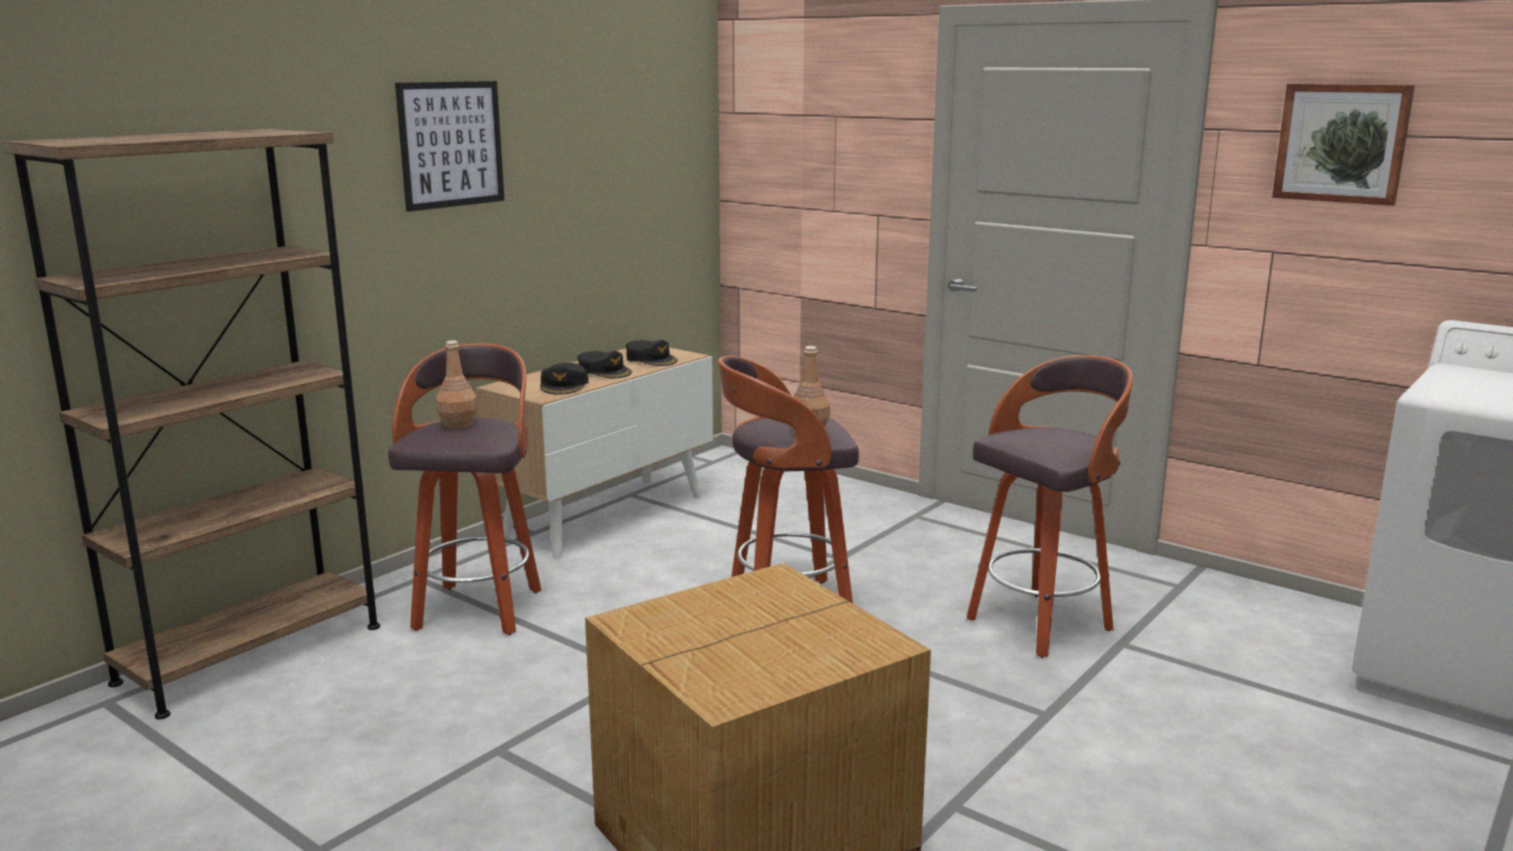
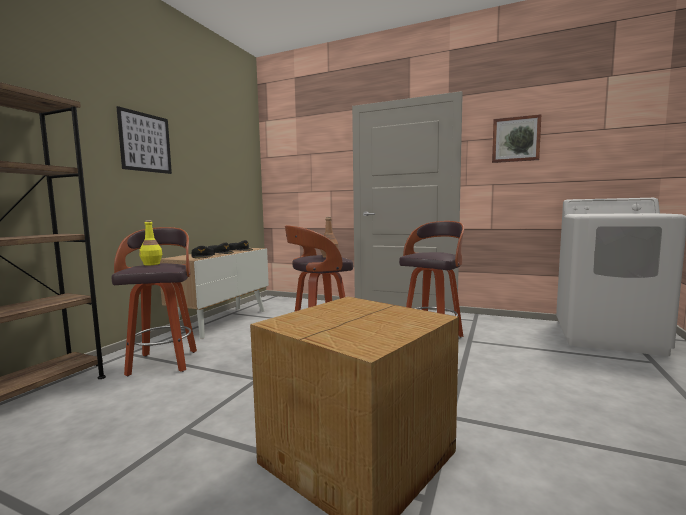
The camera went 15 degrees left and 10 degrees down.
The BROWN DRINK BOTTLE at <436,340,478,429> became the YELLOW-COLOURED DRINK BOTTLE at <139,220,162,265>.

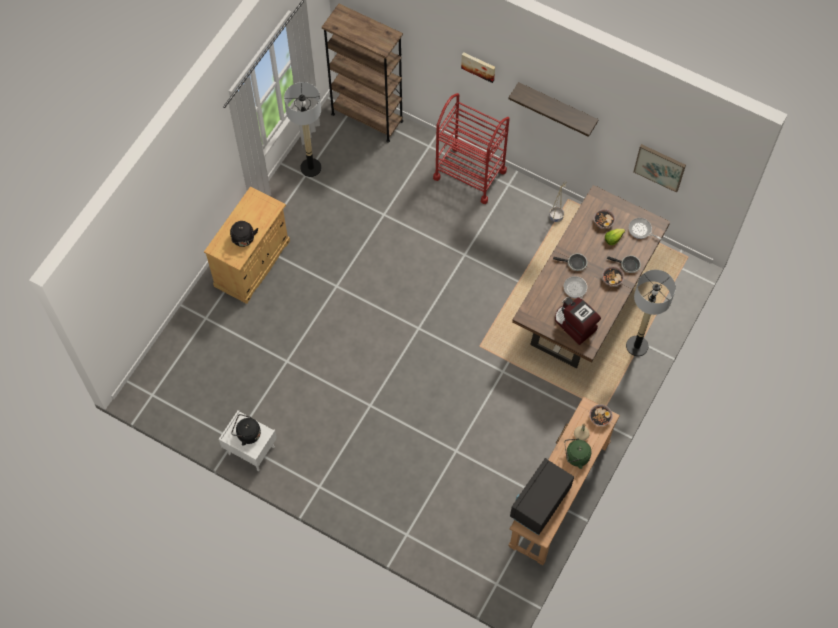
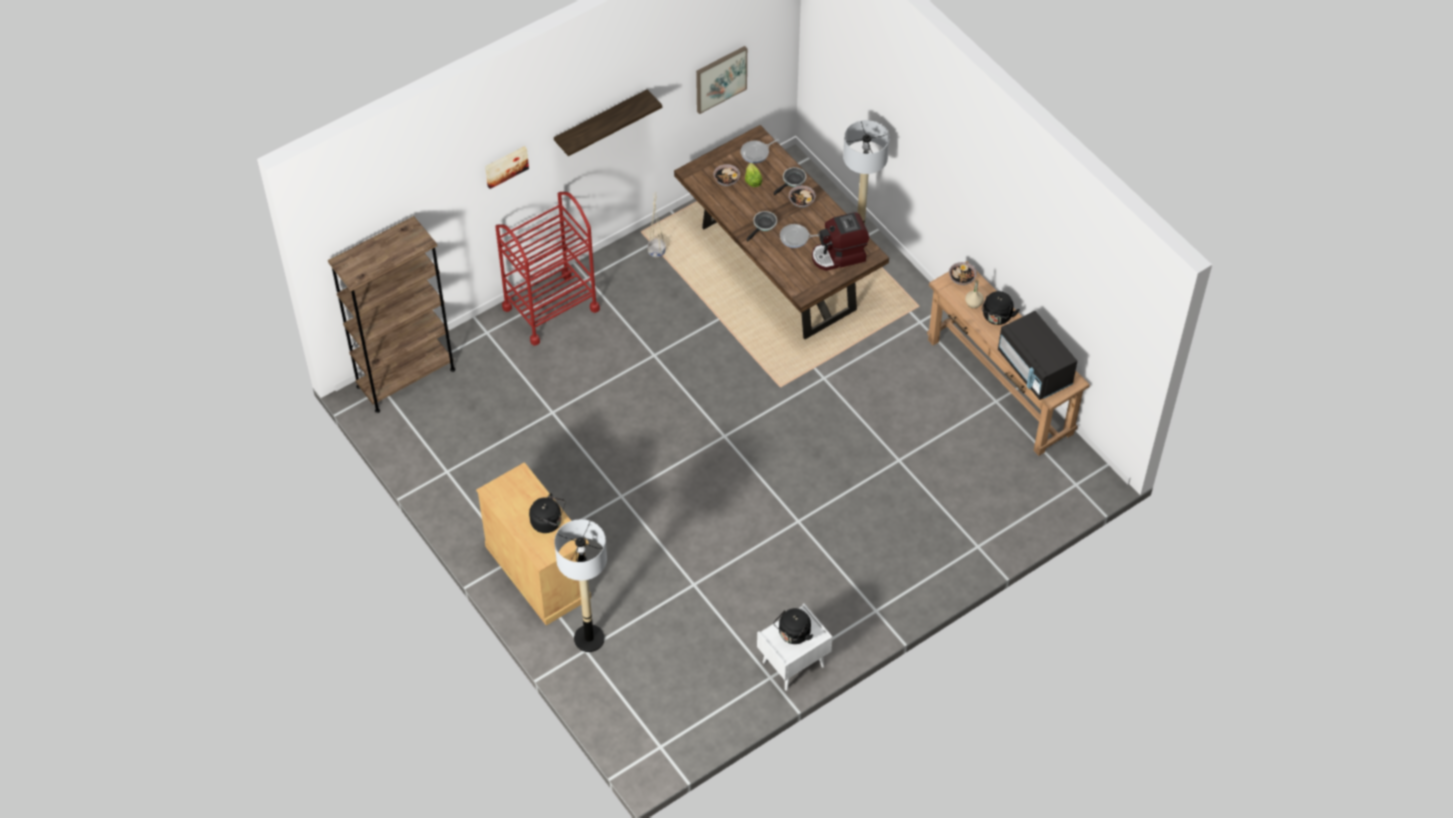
The camera went 65 degrees left and 10 degrees down.
The FLOOR LAMP moved from <284,82,321,177> to <554,519,607,652>.
The GREEN-COLOURED TEA KETTLE at <565,438,591,469> became the BLACKISH TEA KETTLE at <982,291,1020,325>.

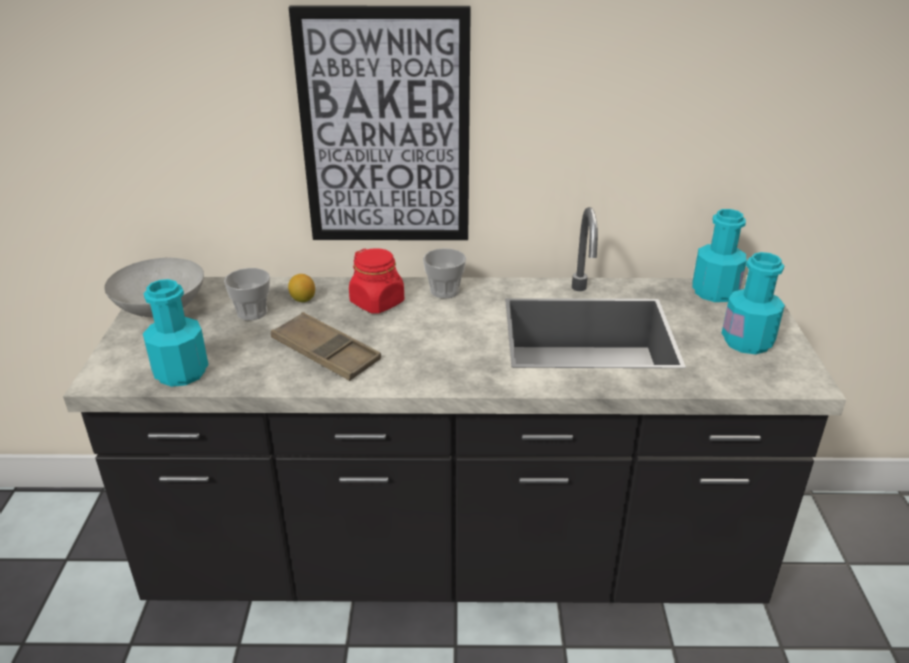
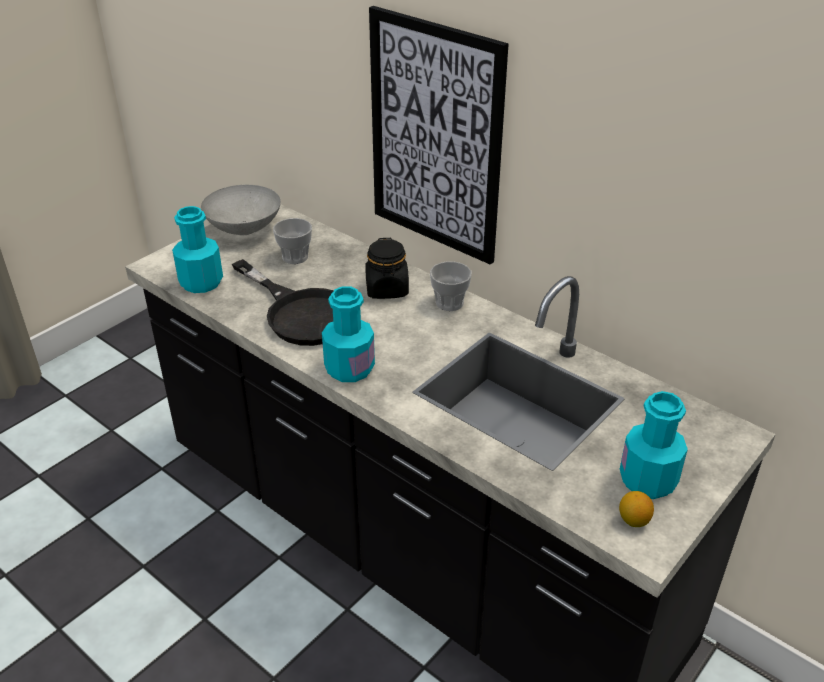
The camera went 40 degrees right and 5 degrees up.
The CITRUS FRUIT moved from <288,274,315,302> to <619,491,654,527>.
The TURQUOISE-COLOURED DRINK BOTTLE moved from <692,209,747,302> to <322,286,375,382>.
The BROWN CARRYING TRAY at <271,312,381,381> was replaced by the BLACKISH PAN at <232,259,334,346>.
The RED PRESERVE JAR at <349,248,404,314> became the BLACKISH PRESERVE JAR at <365,238,409,299>.

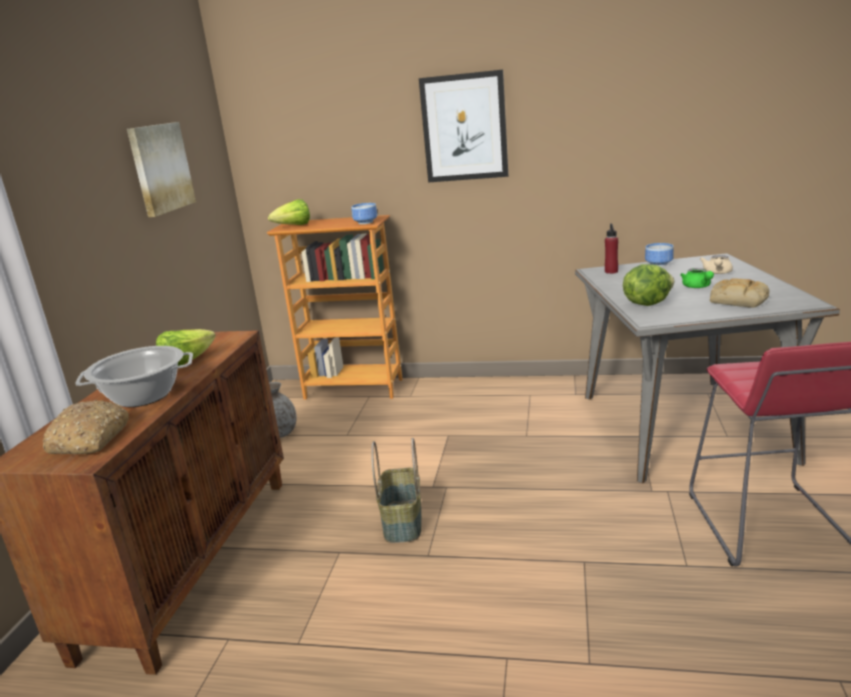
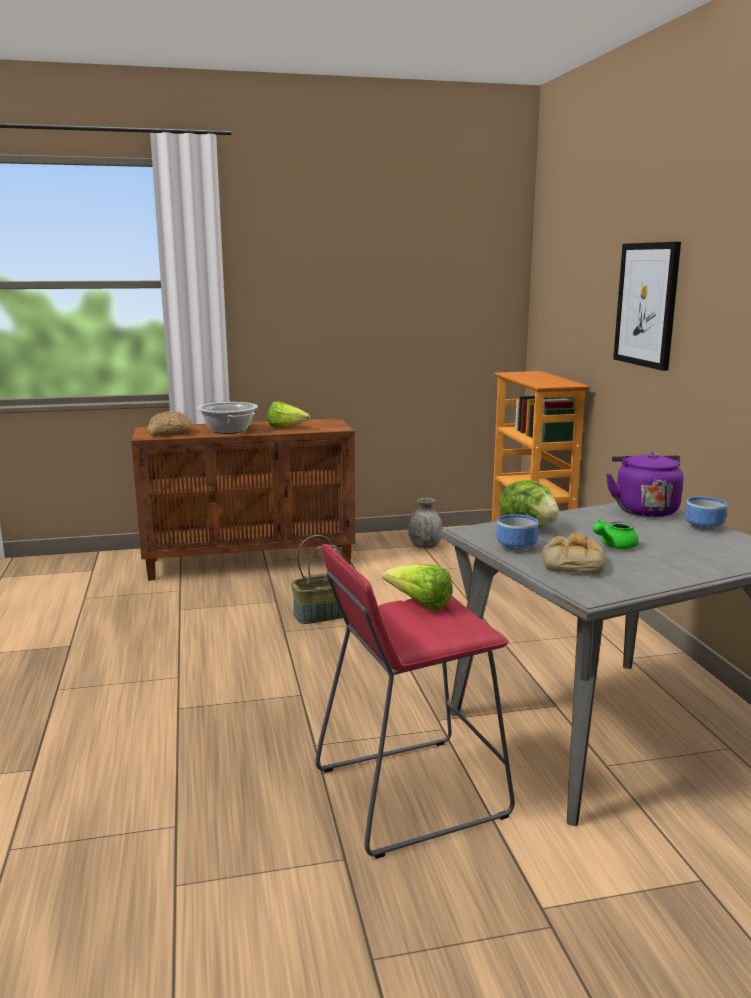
The camera went 65 degrees right and 5 degrees down.
The PICTURE at <127,122,196,217> disappeared.
The BEIGE-COLOURED TEA POT at <700,255,733,274> disappeared.
The LETTUCE HEAD moved from <268,199,310,225> to <383,564,453,611>.
The DEEP DISH moved from <351,203,377,224> to <496,514,538,552>.
The RED DRINK BOTTLE at <605,223,618,274> was replaced by the PURPLE TEA KETTLE at <606,452,683,517>.

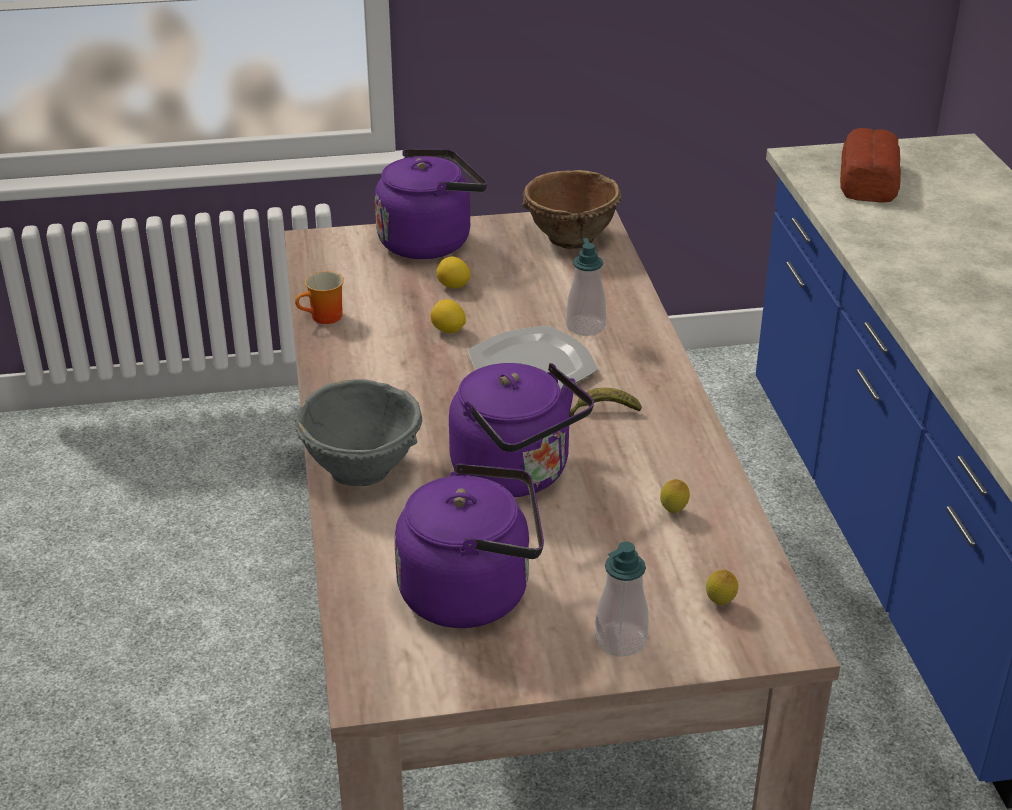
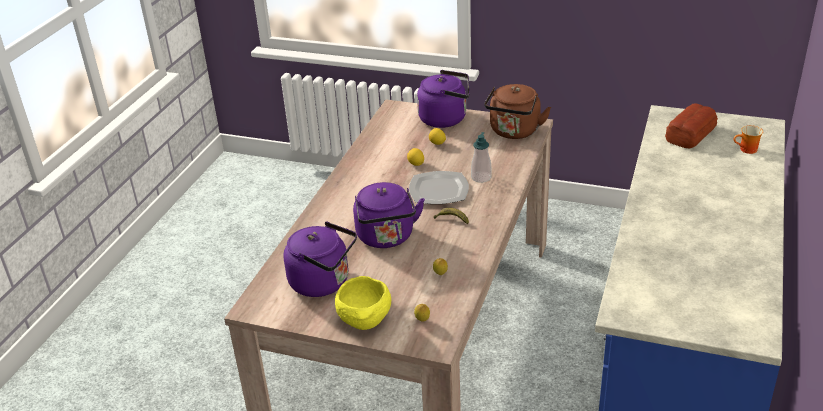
The camera went 30 degrees right and 0 degrees up.
The GRAY DEEP DISH at <295,379,422,486> disappeared.
The TEA MUG moved from <295,271,344,324> to <733,125,763,154>.
The BROWN DEEP DISH at <522,170,622,249> was replaced by the BROWN TEA KETTLE at <484,84,551,139>.
The SOAP DISPENSER at <595,542,648,657> was replaced by the YELLOW-COLOURED DEEP DISH at <335,276,391,330>.

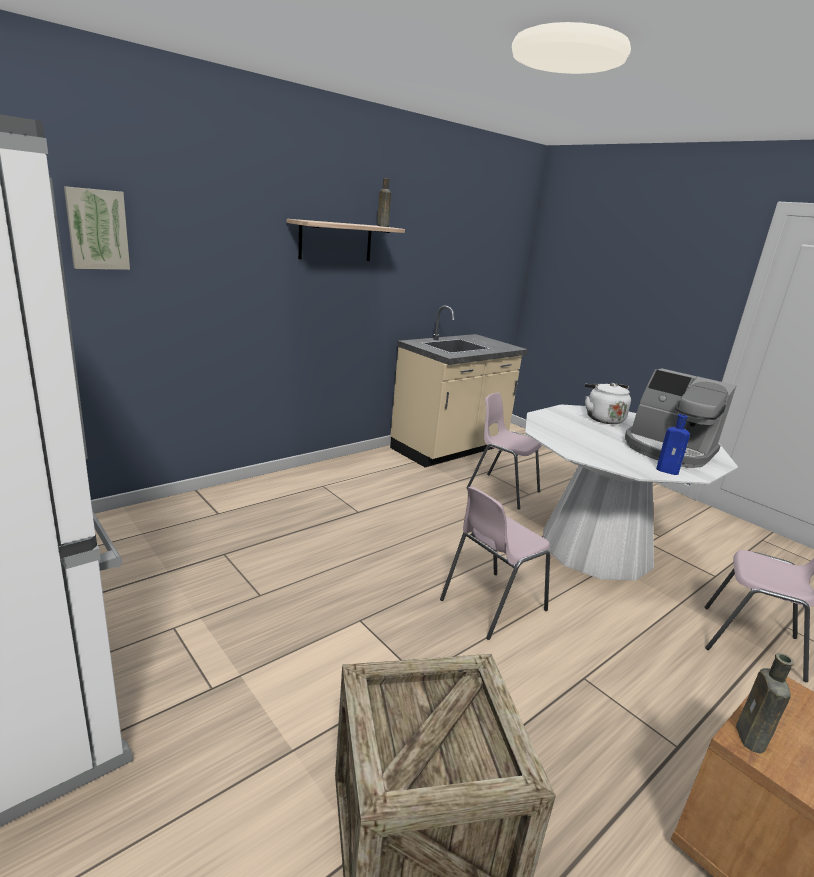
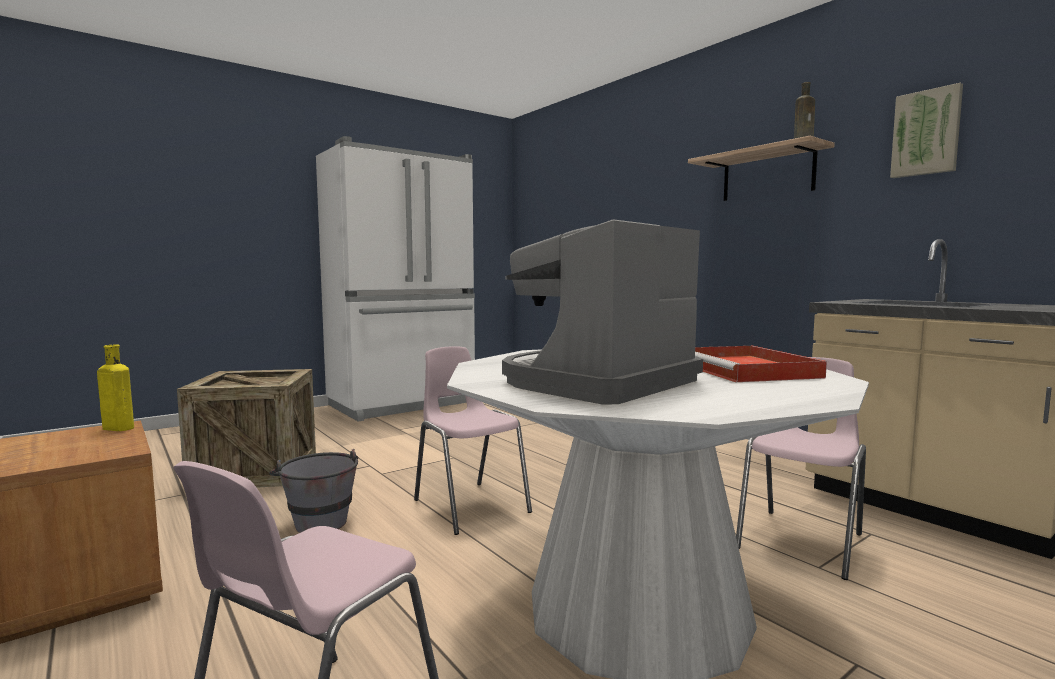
The camera went 95 degrees right and 15 degrees down.
The BLUE-COLOURED DRINK BOTTLE at <656,414,690,475> disappeared.
The GRAY PAIL at <269,449,358,533> appeared.
The PICTURE moved from <64,186,130,270> to <890,83,963,178>.
The WHITISH TEA KETTLE at <585,383,631,424> was replaced by the RED CARRYING TRAY at <695,346,827,382>.
The BROWN DRINK BOTTLE at <736,653,794,754> became the YELLOW-COLOURED DRINK BOTTLE at <97,344,134,431>.

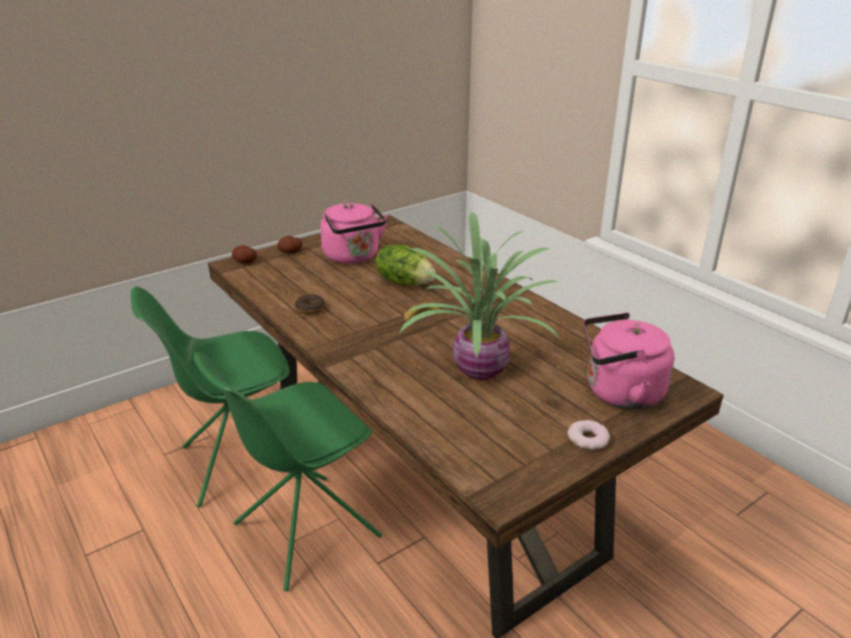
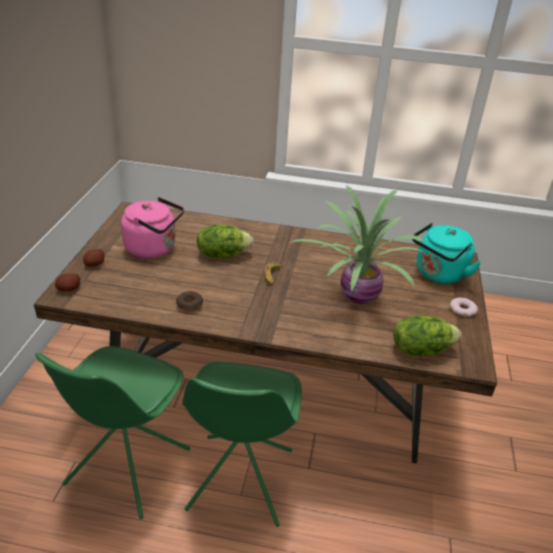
The camera went 45 degrees left and 5 degrees up.
The LETTUCE HEAD at <394,315,461,356> appeared.
The PINKISH TEA KETTLE at <583,313,674,409> became the TURQUOISE-COLOURED TEA KETTLE at <412,223,482,284>.

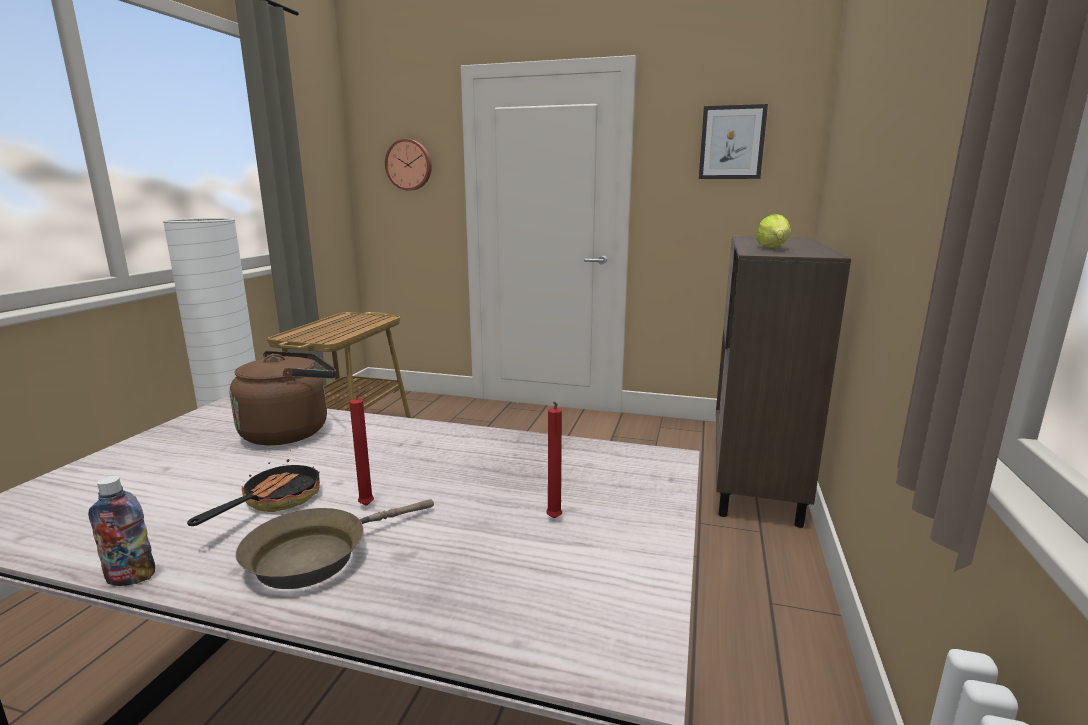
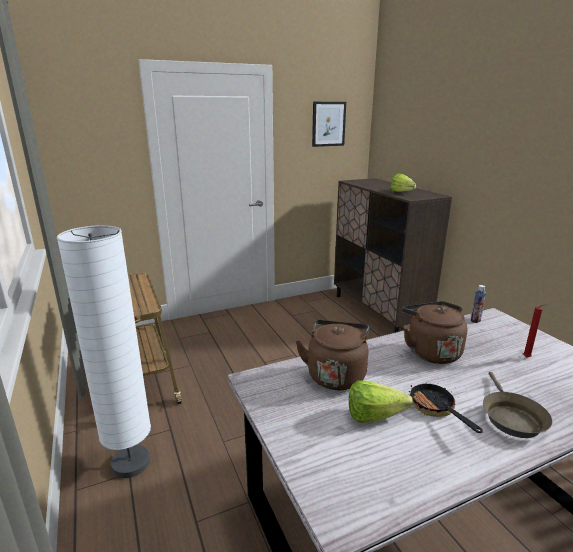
The camera went 40 degrees left and 5 degrees up.
The RED WAX LIGHT at <349,390,374,506> disappeared.
The HANGING CLOCK at <385,139,432,191> disappeared.
The LETTUCE HEAD at <349,381,413,423> appeared.
The BROWN TEA KETTLE at <402,301,468,364> appeared.
The DRINK BOTTLE moved from <88,476,155,586> to <471,285,486,323>.

